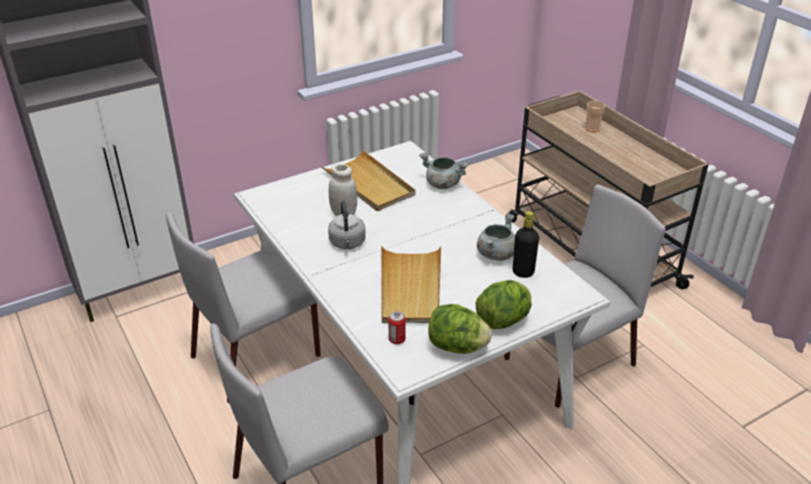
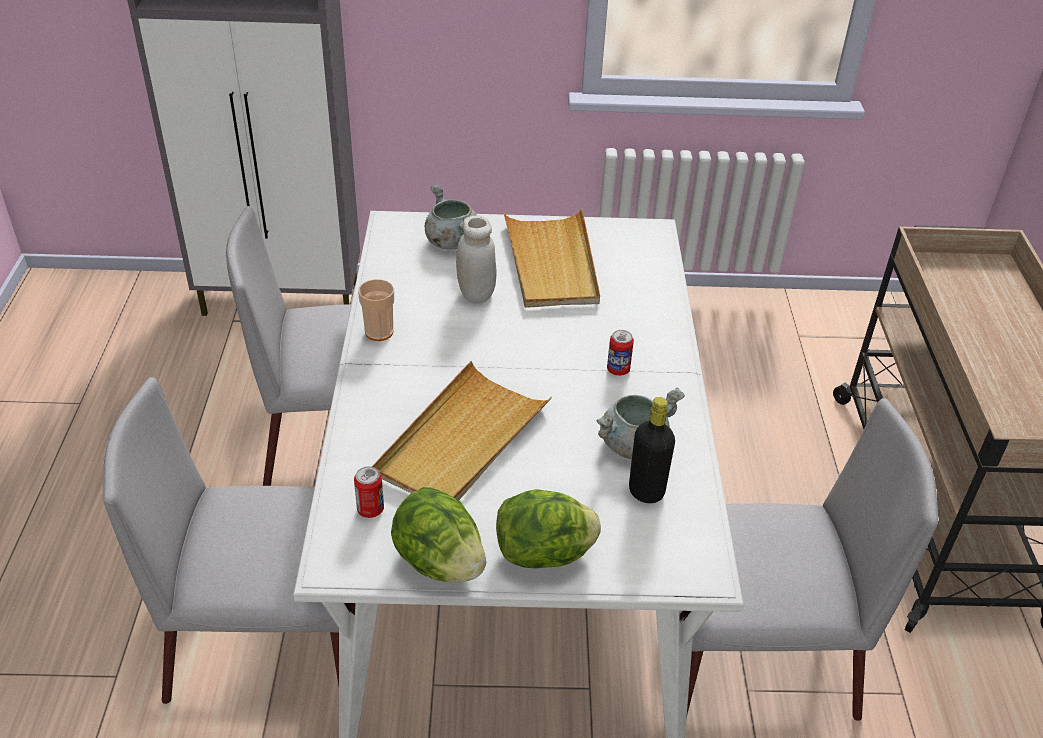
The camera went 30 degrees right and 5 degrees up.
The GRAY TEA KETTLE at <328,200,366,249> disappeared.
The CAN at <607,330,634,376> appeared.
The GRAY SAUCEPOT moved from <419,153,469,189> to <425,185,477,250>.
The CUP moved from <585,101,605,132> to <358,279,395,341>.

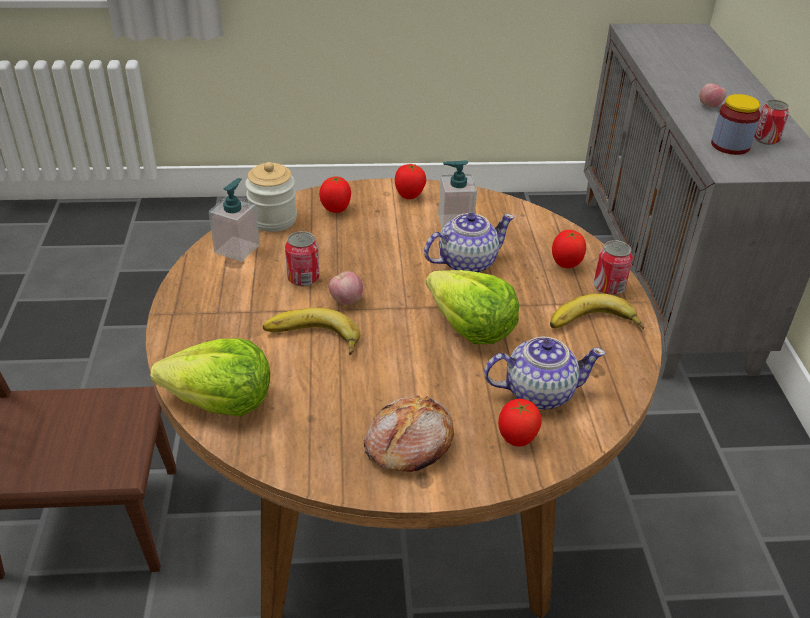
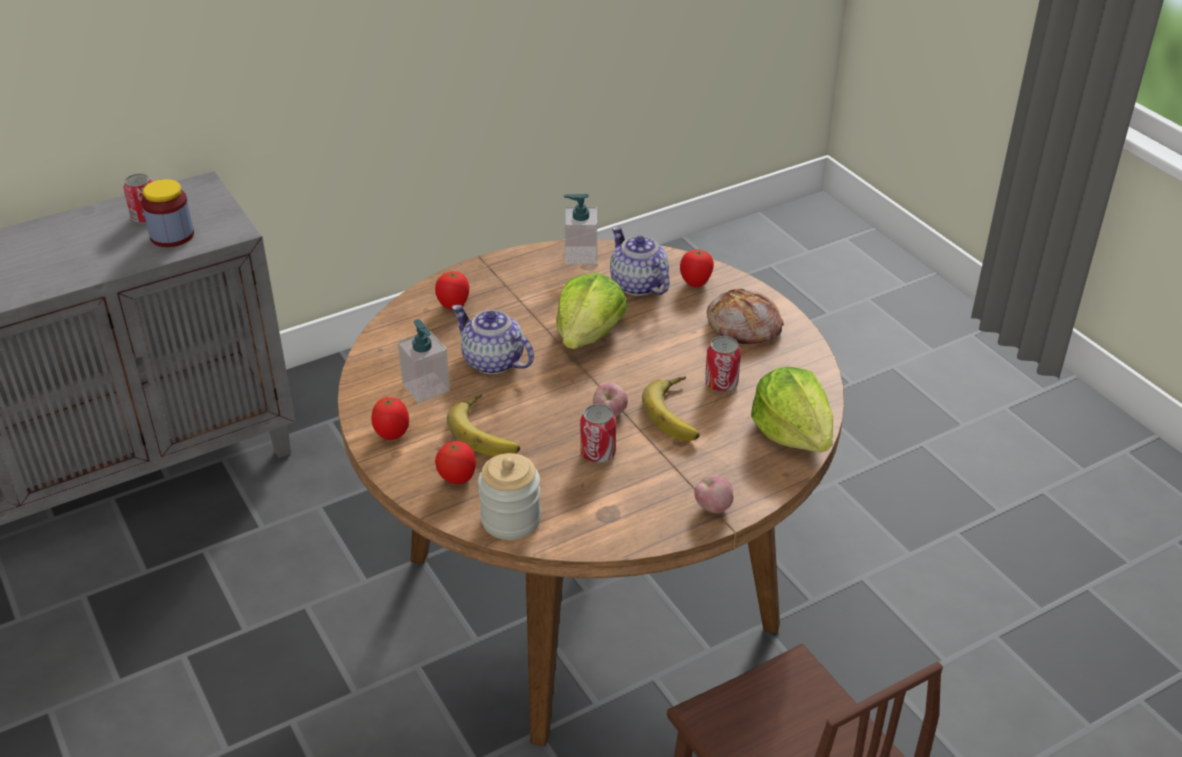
The camera went 115 degrees left and 0 degrees up.
The SOAP DISPENSER moved from <209,178,260,262> to <564,194,597,264>.
The WHOLE BANANA moved from <550,293,644,329> to <447,394,520,456>.
The CAN moved from <594,240,633,295> to <705,336,741,392>.
The APPLE moved from <700,83,726,108> to <694,475,734,514>.

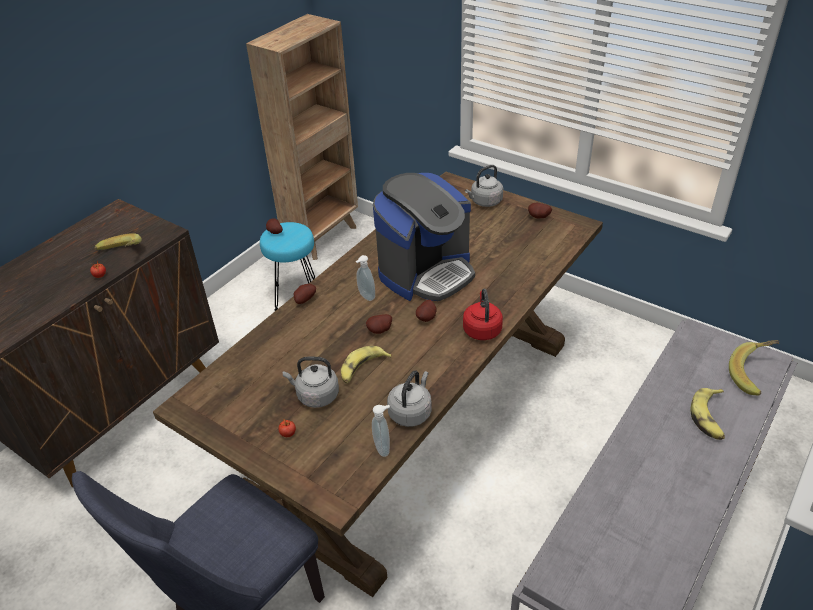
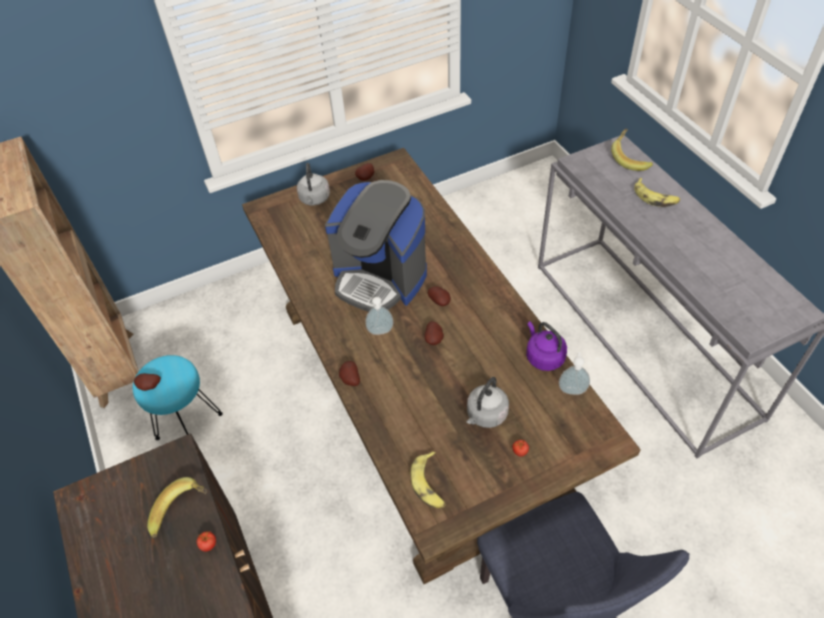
The camera went 60 degrees left and 10 degrees up.
The RED TEA KETTLE at <463,289,503,340> disappeared.
The WHOLE BANANA moved from <341,346,392,384> to <411,451,446,508>.
The GRAY TEA KETTLE at <387,370,432,427> became the PURPLE TEA KETTLE at <526,321,567,371>.
The COFFEE BREWER at <373,173,475,301> turned 135 degrees clockwise.

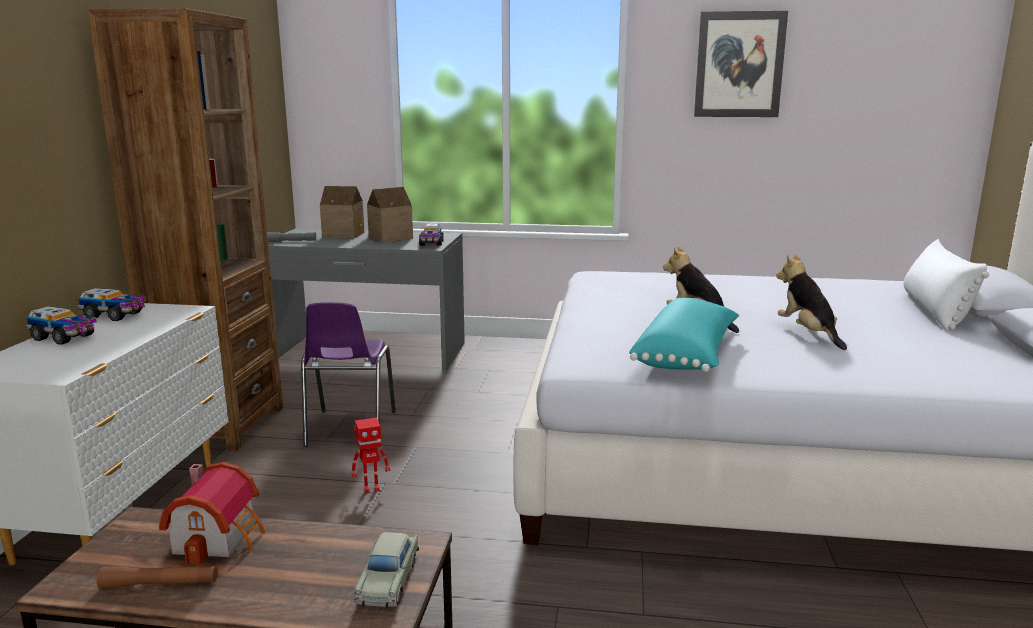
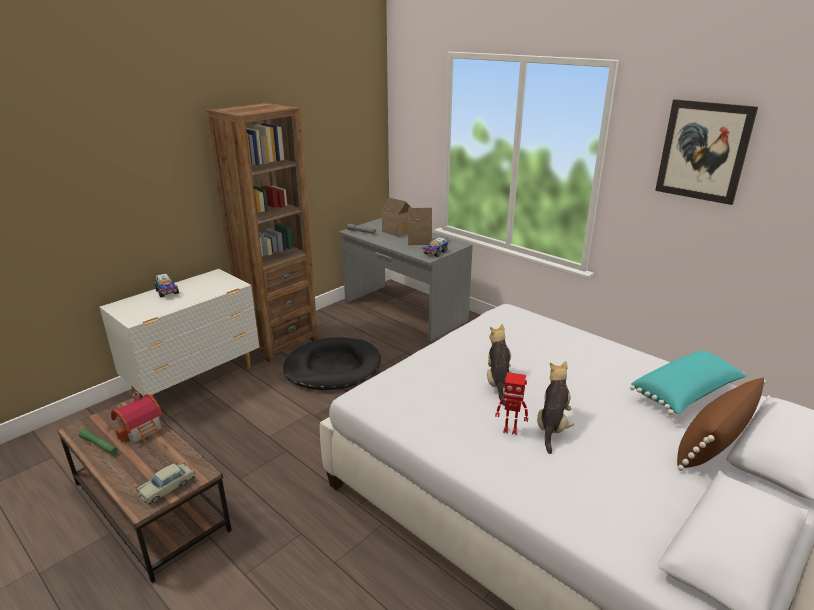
The camera went 35 degrees right and 10 degrees up.
The TOY LORRY at <77,288,146,321> disappeared.
The MODEL ROBOT moved from <352,417,390,494> to <495,372,528,435>.
The TURQUOISE-COLOURED CUSHION moved from <629,297,740,372> to <630,350,747,415>.
The PURPLE UPRIGHT CHAIR at <301,302,396,447> was replaced by the BLACKISH DOG BED at <283,337,381,390>.
The BROWN HAND TORCH at <97,566,218,589> became the GREEN-COLOURED HAND TORCH at <79,429,118,455>.
The WHITISH CUSHION at <903,239,989,331> became the BROWN CUSHION at <677,378,766,471>.

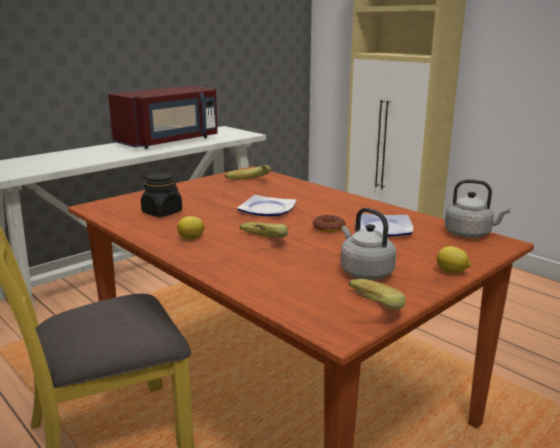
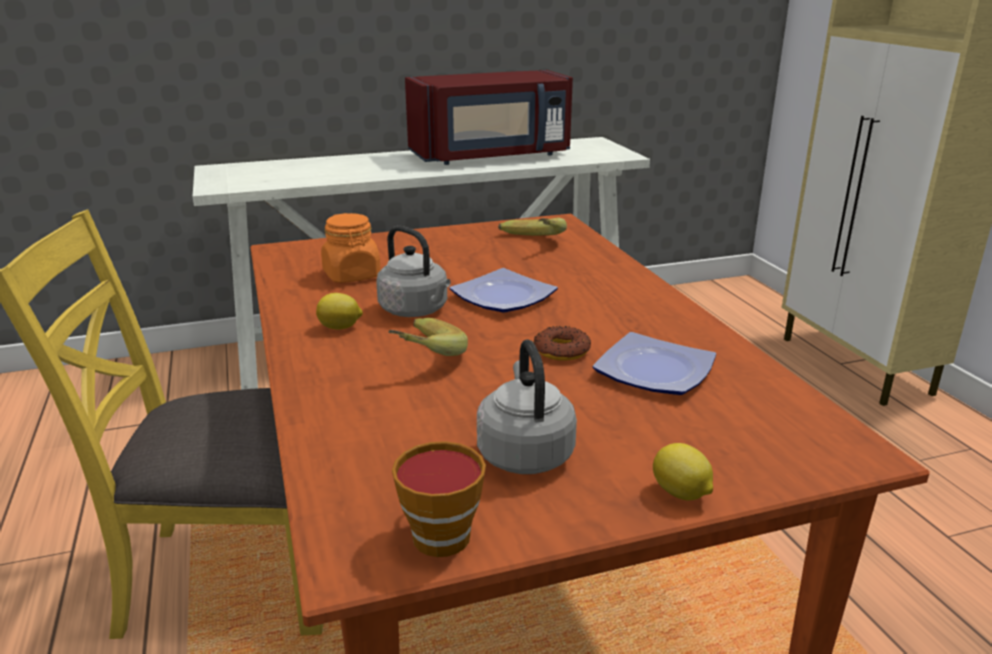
The camera went 25 degrees right and 5 degrees up.
The GRAY TEA KETTLE moved from <444,179,510,238> to <376,226,451,317>.
The WHOLE BANANA at <349,279,405,310> was replaced by the CUP at <392,441,486,557>.
The BLACKISH PRESERVE JAR at <141,173,182,217> became the ORANGE-COLOURED PRESERVE JAR at <321,213,381,283>.

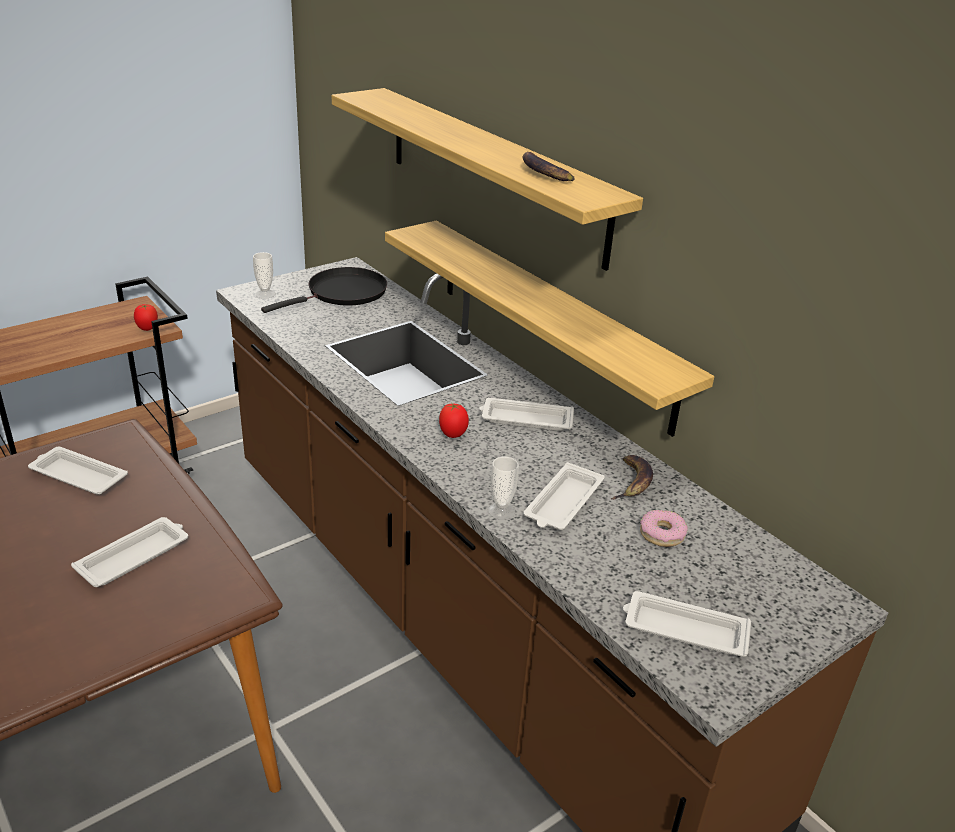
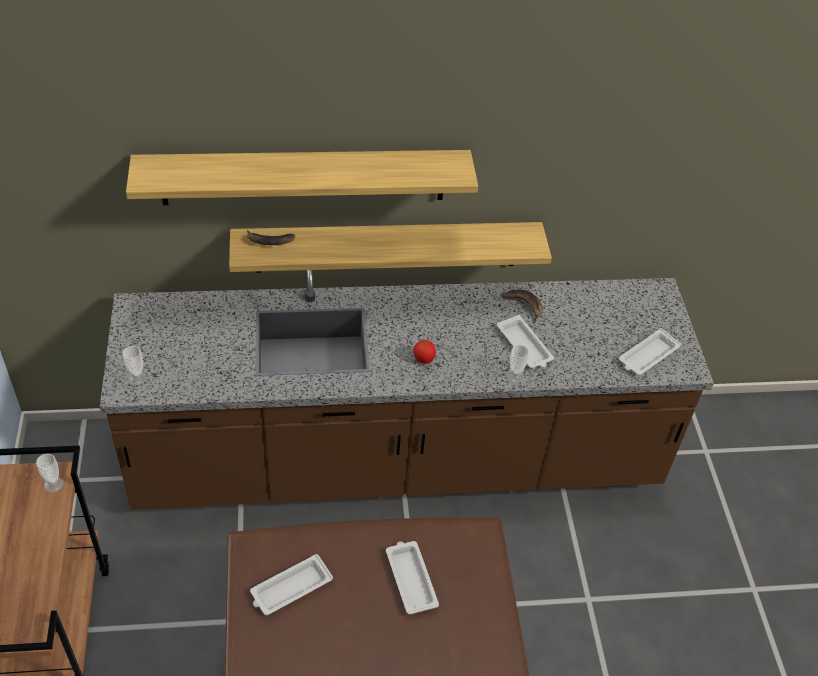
The camera went 60 degrees left and 15 degrees up.
The BLACKISH PAN at <261,267,387,313> disappeared.
The WHITISH CARRYING TRAY at <479,398,574,431> disappeared.
The RING DOUGHNUT at <640,510,688,547> disappeared.
The WHOLE BANANA moved from <523,152,575,181> to <247,230,295,245>.
The TOMATO at <134,304,158,331> was replaced by the CUP at <36,454,64,492>.

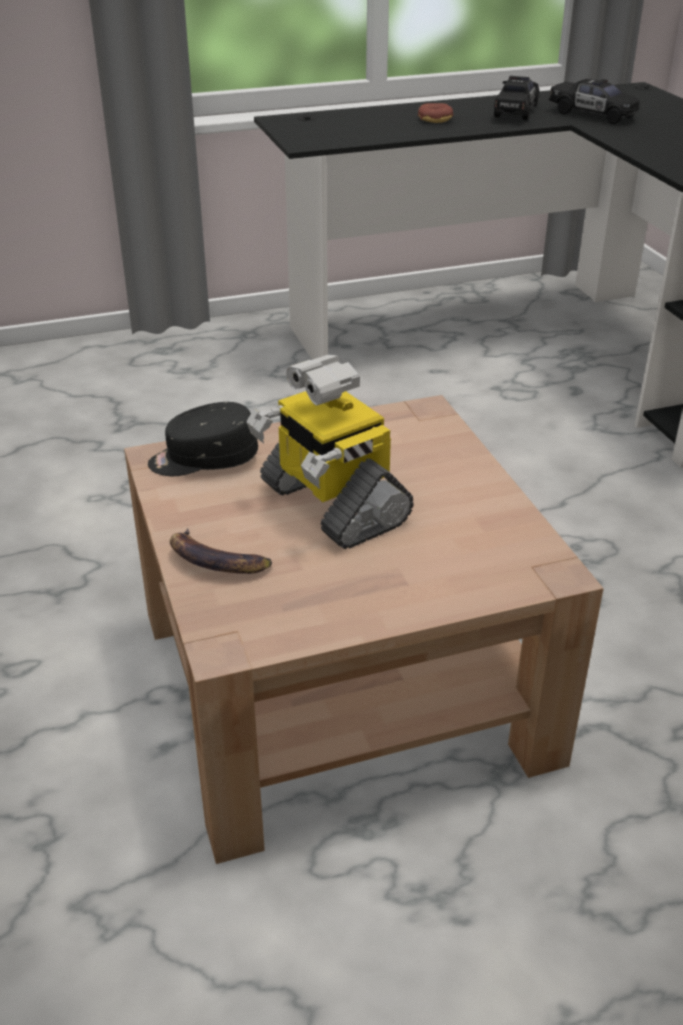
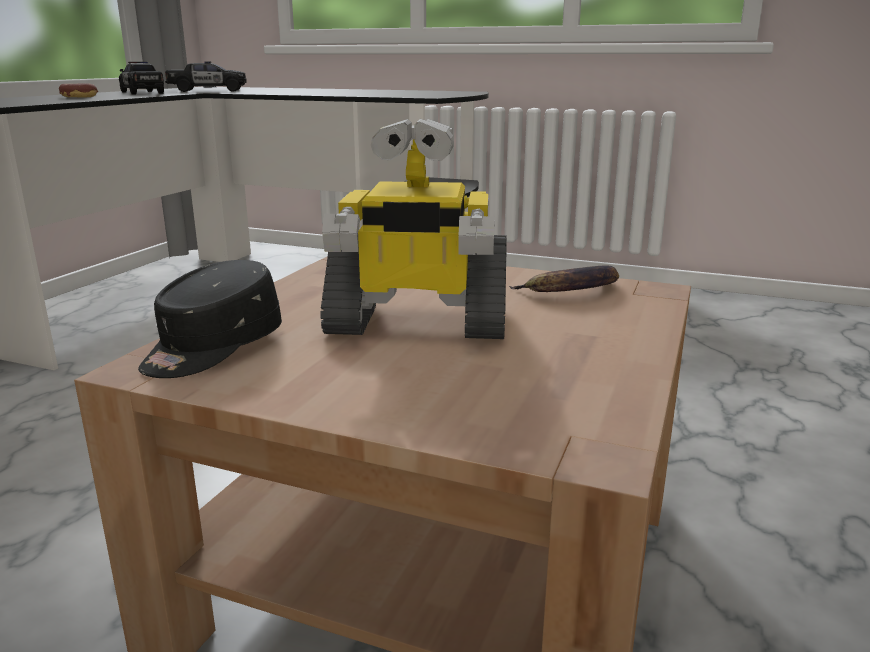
The camera went 50 degrees left and 15 degrees down.
The WHOLE BANANA moved from <170,528,272,574> to <509,266,619,292>.

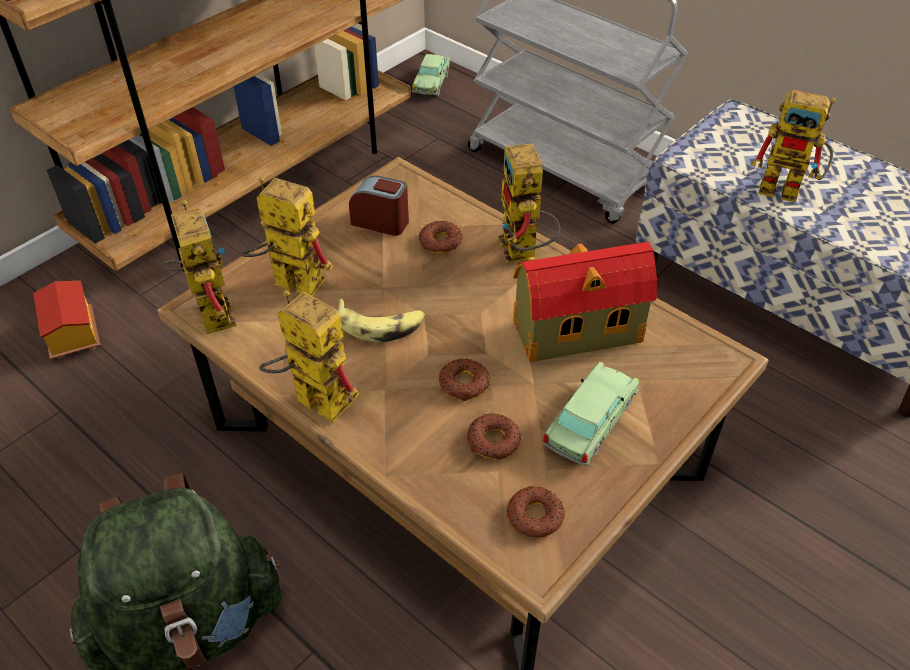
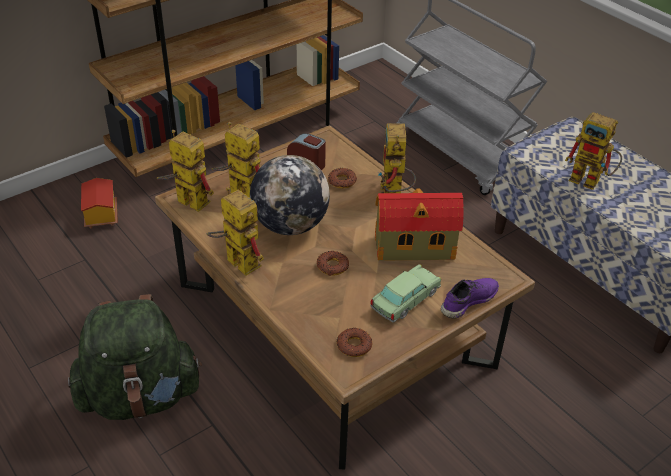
The camera went 10 degrees right and 5 degrees down.
The TOY CAR at <412,54,450,96> disappeared.
The RING DOUGHNUT at <467,413,521,459> disappeared.
The PURPLE ITEM OF FOOTWEAR at <441,278,499,319> appeared.
The WHOLE BANANA at <338,299,425,342> was replaced by the GLOBE at <250,155,330,235>.
The MODEL ROBOT at <163,200,237,334> turned 45 degrees counterclockwise.

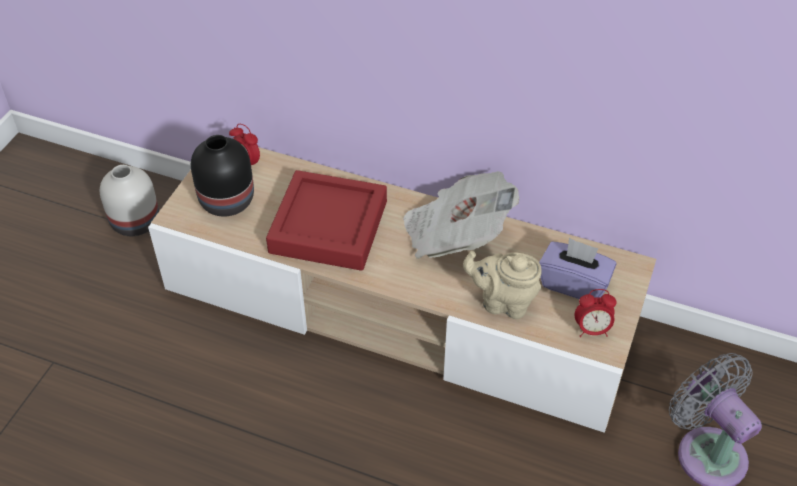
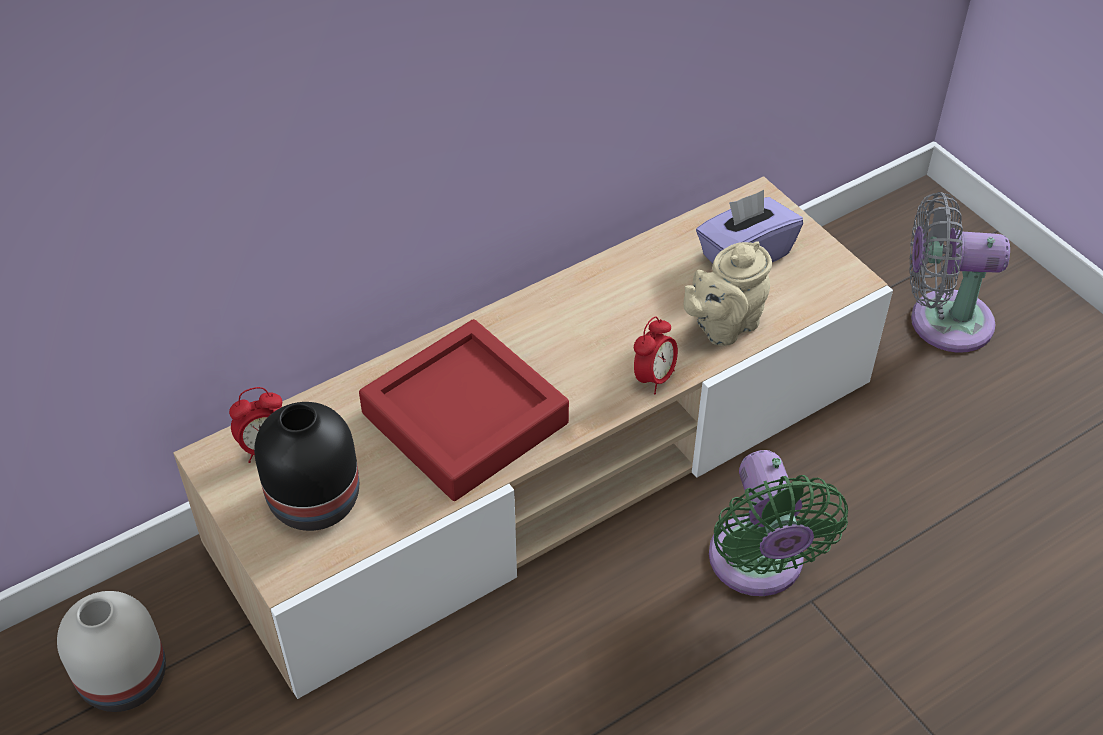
The camera went 55 degrees left and 0 degrees up.
The NEWSPAPER at <403,171,519,259> disappeared.
The GREEN-COLOURED COOLING FAN at <709,450,848,596> appeared.
The BEDSIDE CLOCK moved from <575,289,617,337> to <634,317,678,394>.

